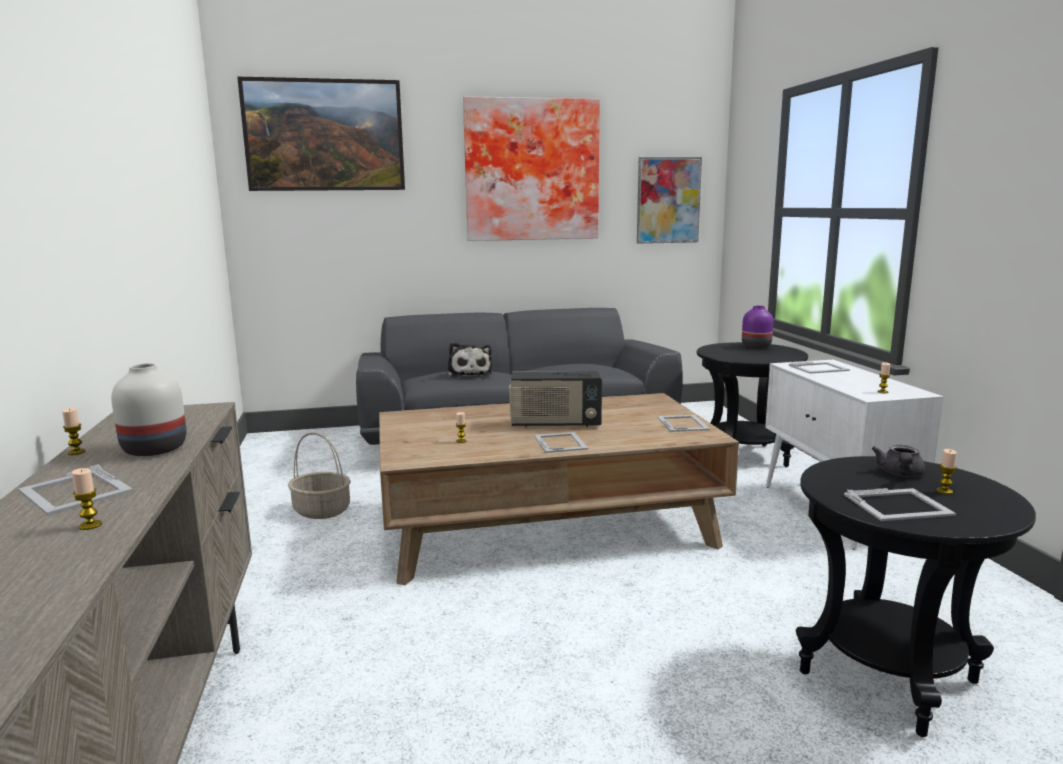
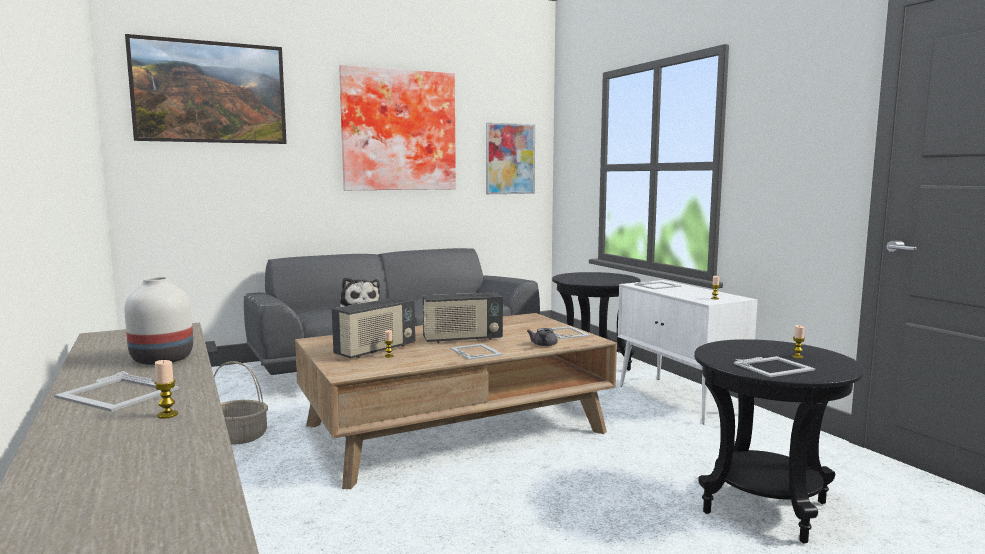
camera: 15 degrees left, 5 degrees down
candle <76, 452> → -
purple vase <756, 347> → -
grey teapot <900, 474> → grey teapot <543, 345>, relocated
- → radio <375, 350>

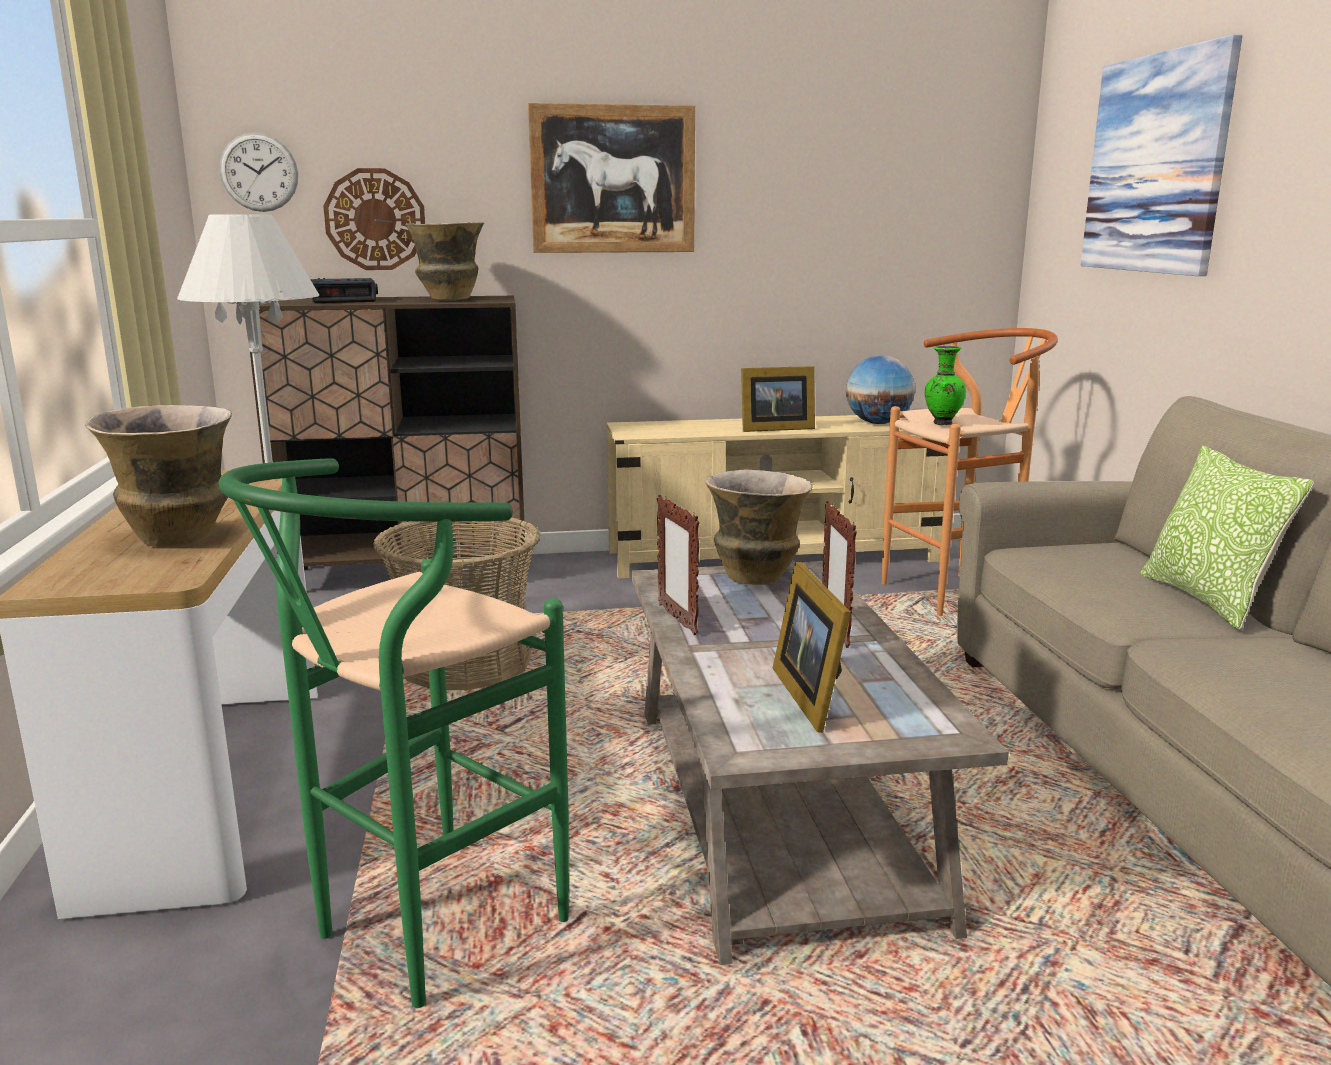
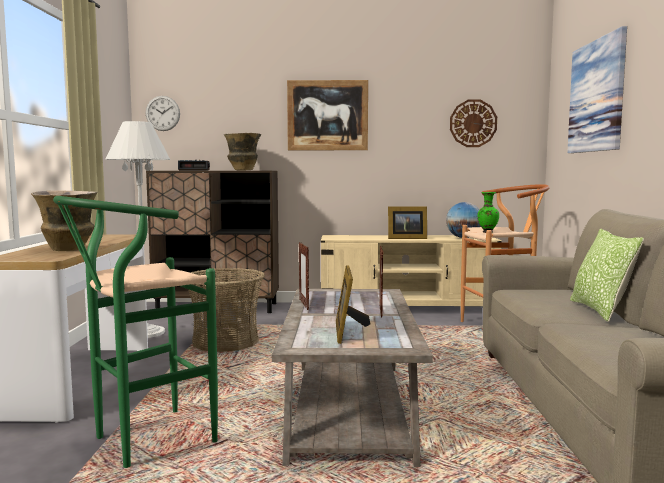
camera: 10 degrees right, 10 degrees down
wall clock <375, 219> → wall clock <473, 123>, relocated
vase <756, 577> → -

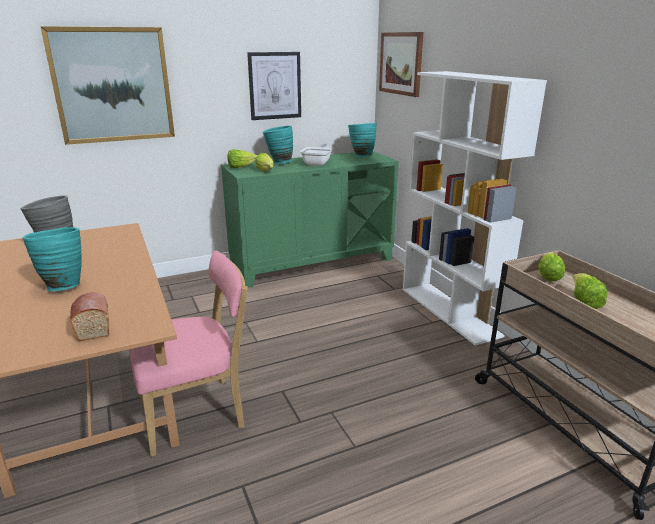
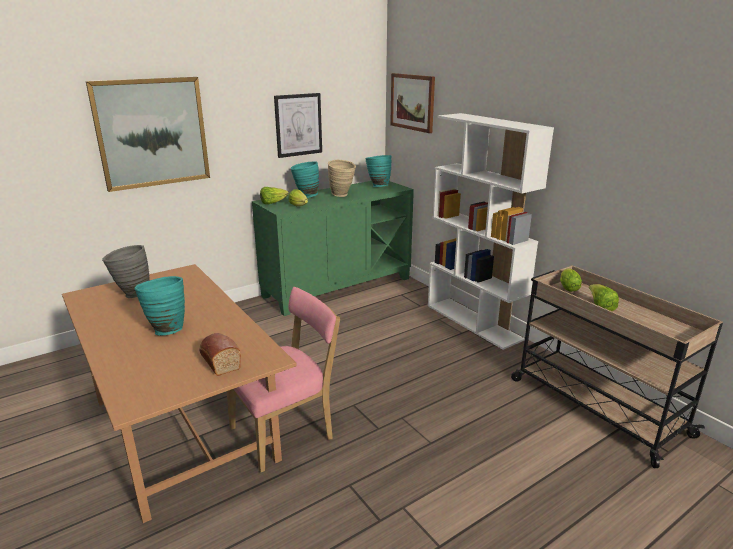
camera: 10 degrees left, 0 degrees up
frying pan <317, 163> → beige vase <342, 195>

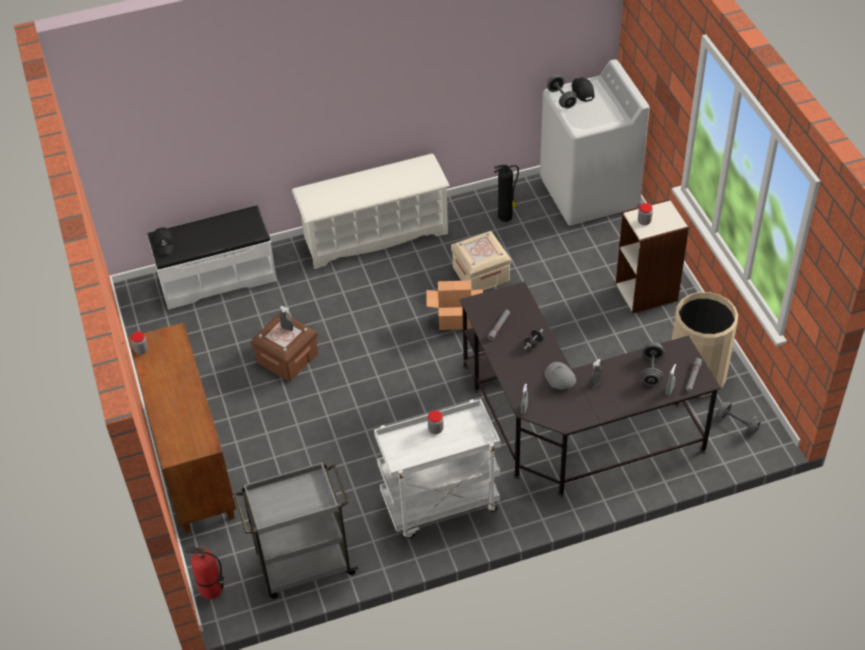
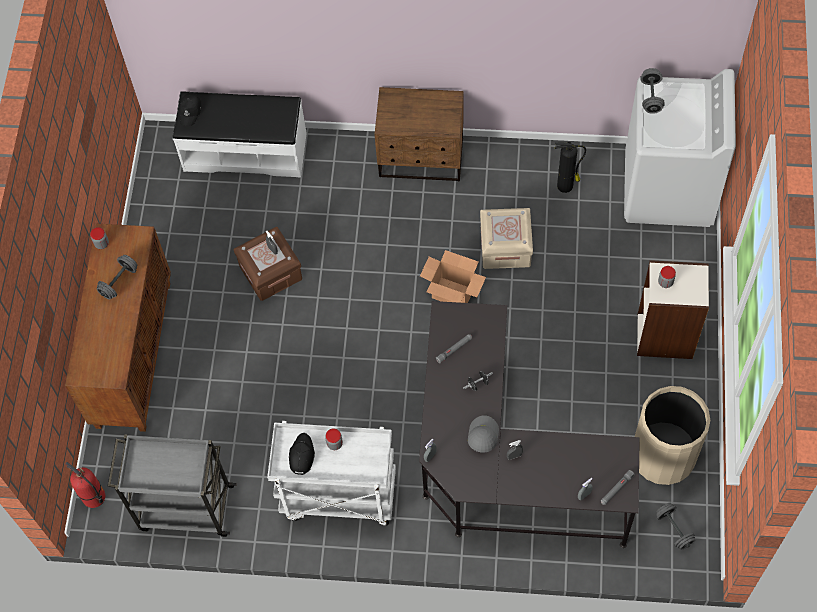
camera: 25 degrees right, 15 degrees up
white shoe rack <375, 235> → brown nightstand <421, 158>
black cap <582, 92> → black cap <301, 455>, relocated
grey dumbbell <651, 370> → grey dumbbell <119, 282>, relocated

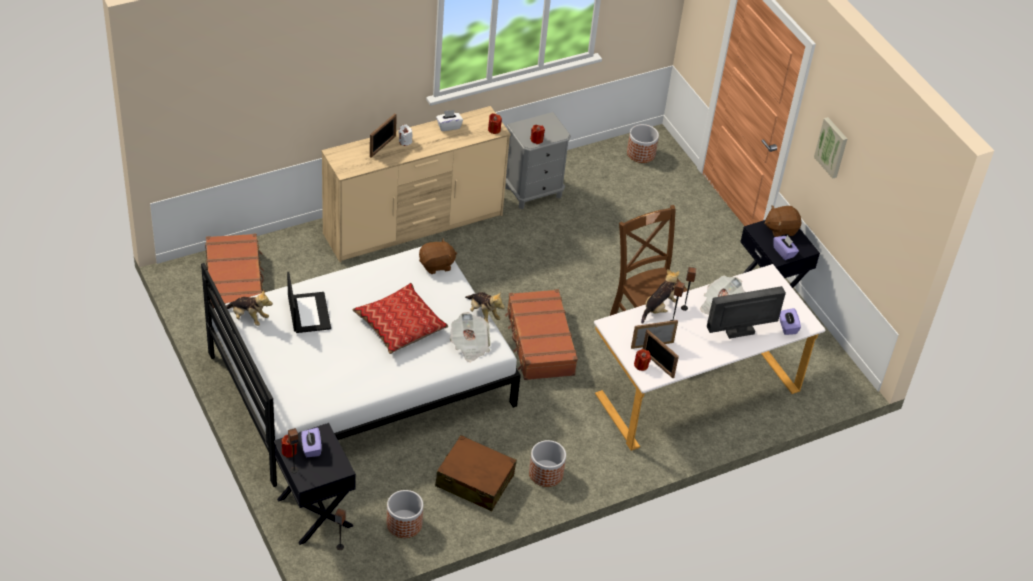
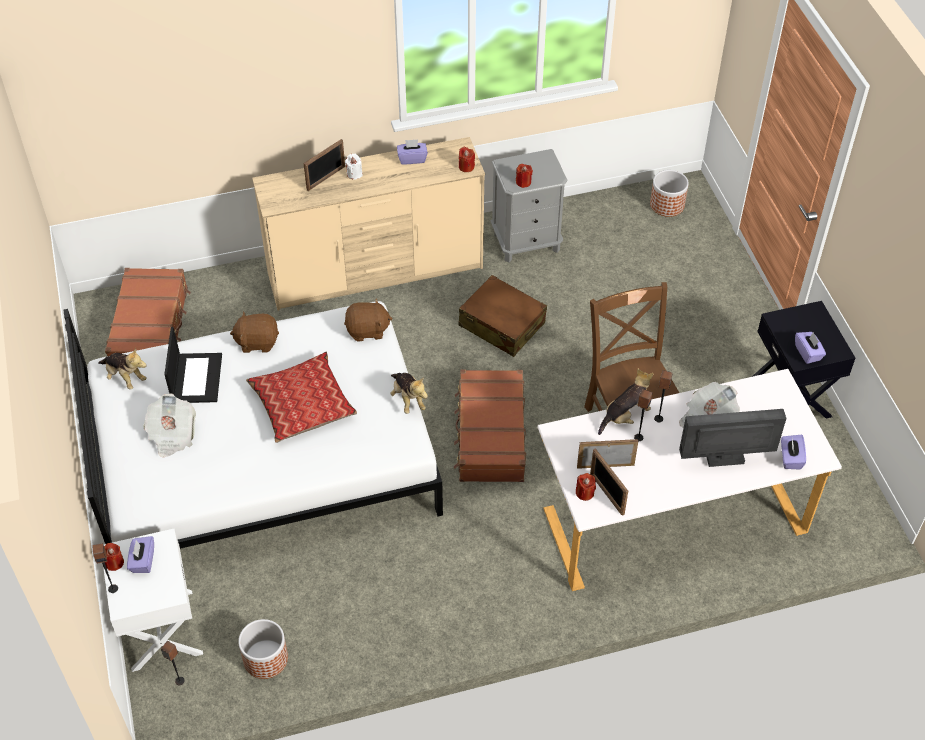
camera: 15 degrees right, 5 degrees up
black nightstand <314, 513> → white nightstand <161, 630>
brown suitcase <474, 481> → brown suitcase <501, 325>, relocated
white tissue box <448, 126> → purple tissue box <412, 159>
newspaper <470, 345> → newspaper <172, 435>, relocated
planter <545, 473> → -
brown plush toy <781, 229> → brown plush toy <257, 342>, relocated
picture <832, 147> → -

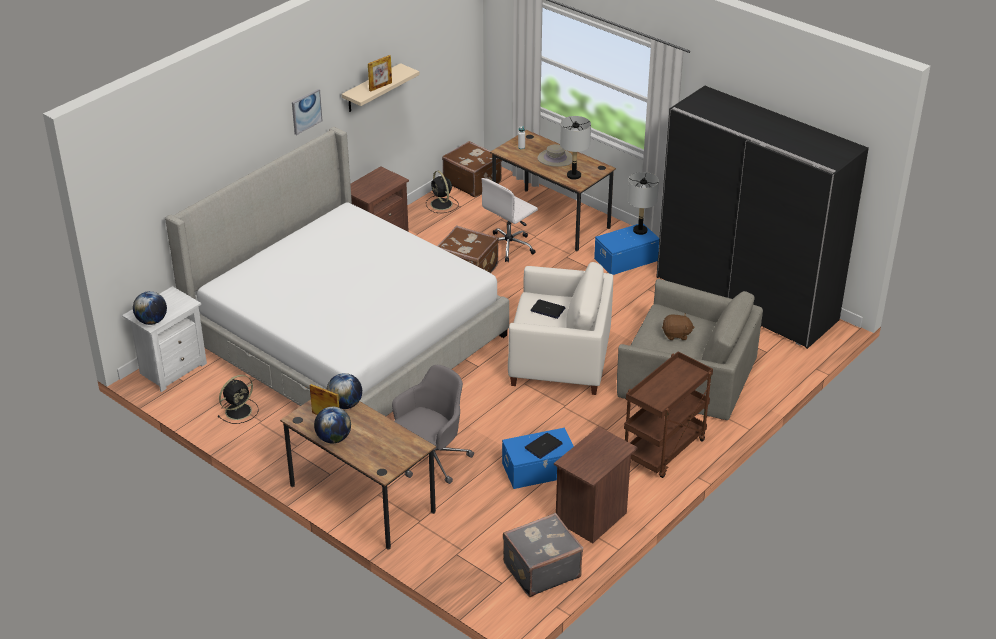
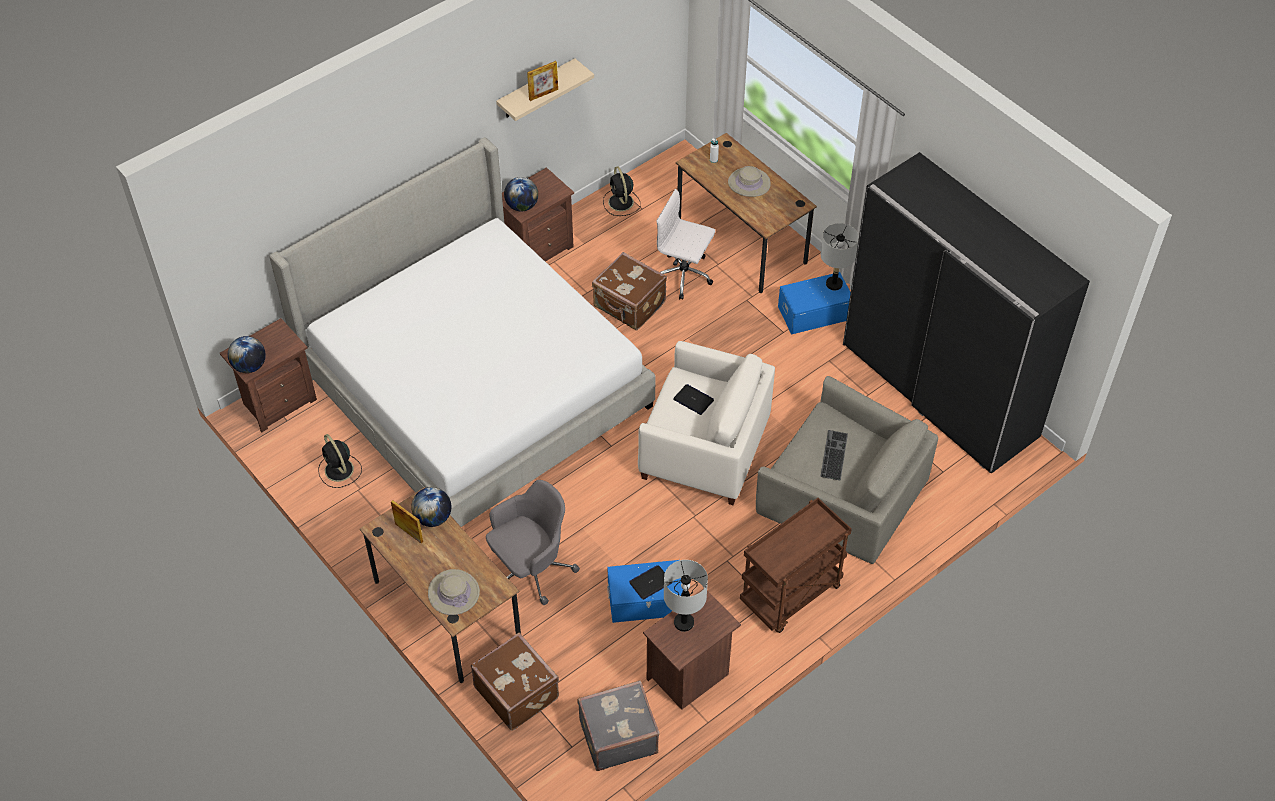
camera: 10 degrees right, 15 degrees up
white nightstand <171, 369> → brown nightstand <278, 402>
black fan <239, 410> → black fan <339, 470>, 90 degrees clockwise
picture <306, 111> → -
globe <333, 438> → globe <522, 206>, relocated
brown suitcase <472, 182> → brown suitcase <517, 691>, relocated
white office chair <509, 246> → white office chair <684, 276>, 60 degrees clockwise
grey table lamp <573, 175> → grey table lamp <683, 622>, relocated
brown plush toy <676, 335> → keyboard <833, 454>
- → beige hat <454, 593>

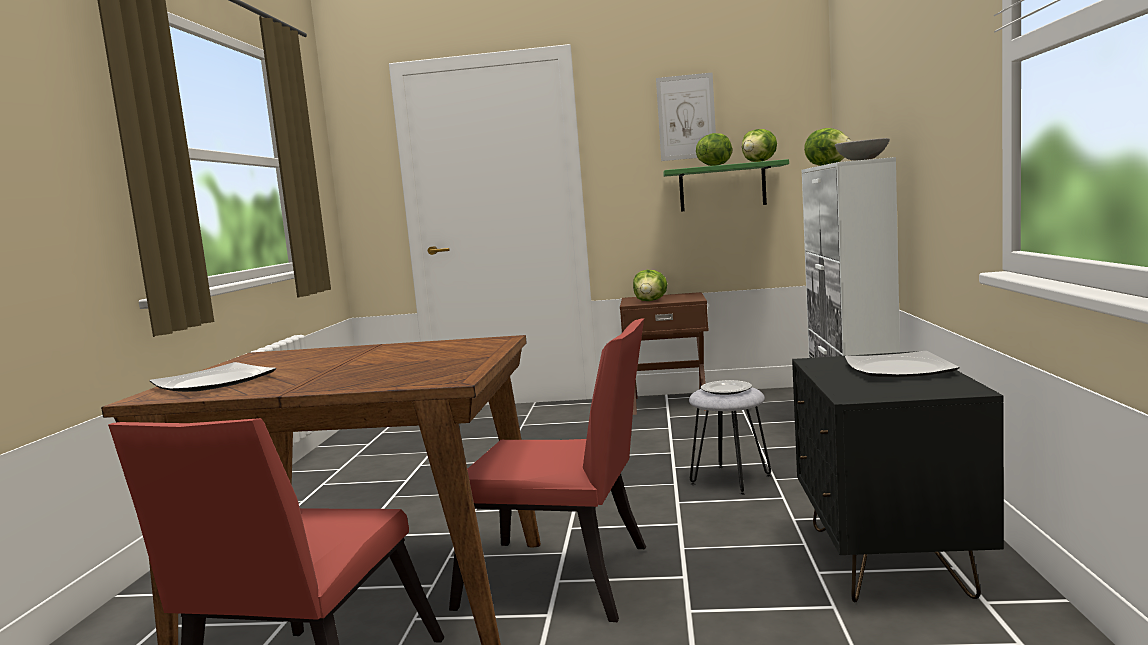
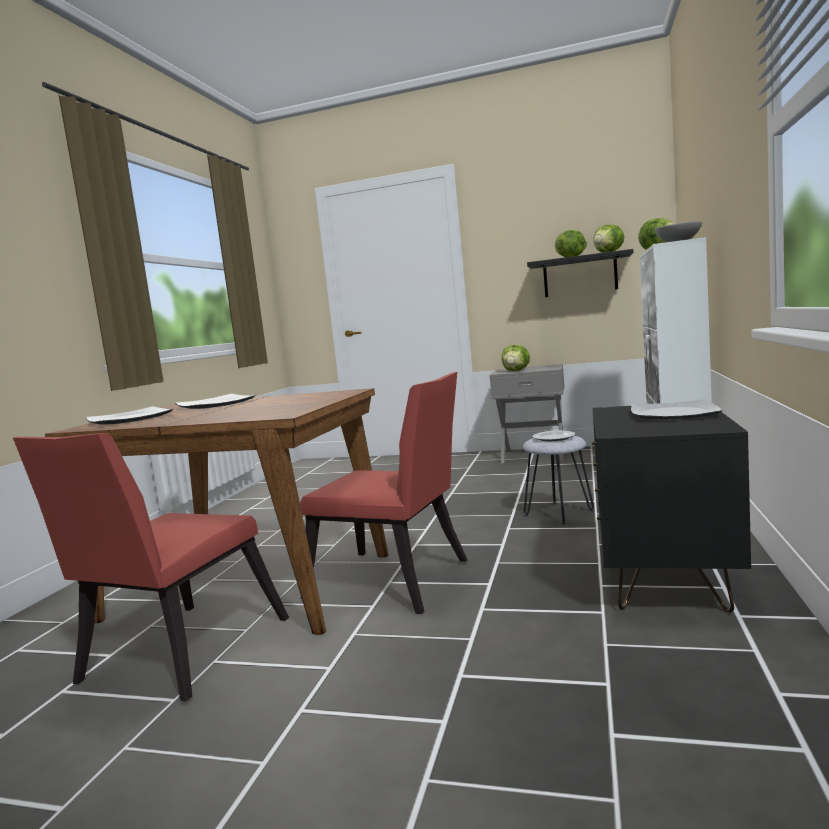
camera: 10 degrees right, 0 degrees up
brown nightstand <669, 403> → grey nightstand <533, 455>
picture <686, 117> → -
green shelf <722, 187> → black shelf <580, 276>
- → plate <215, 405>

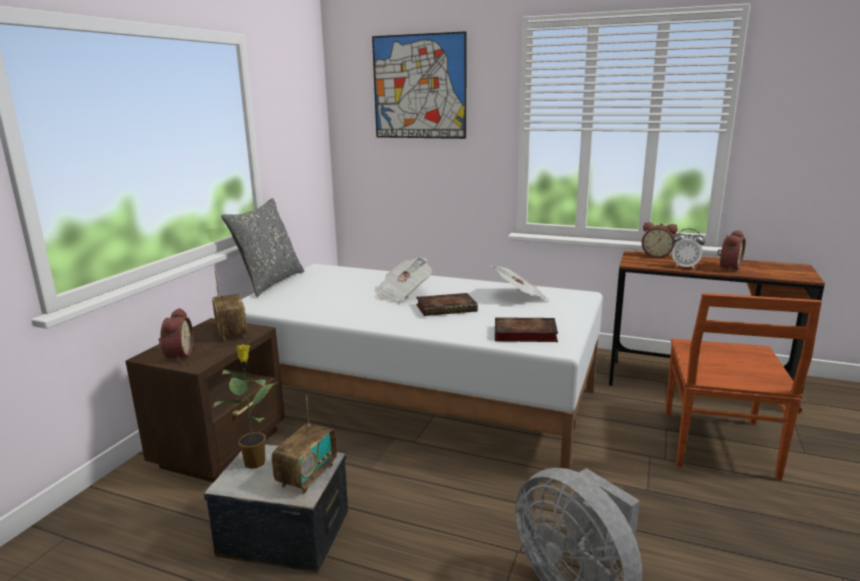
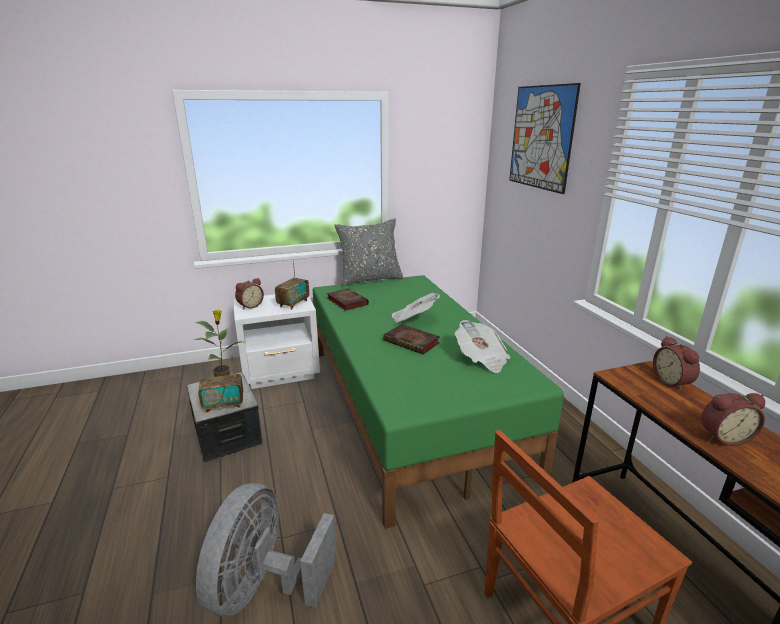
camera: 50 degrees right, 5 degrees up
brown nightstand <223, 448> → white nightstand <282, 373>
white bed <416, 399> → green bed <409, 405>
book <523, 334> → book <346, 301>, relocated
alarm clock <685, 267> → -

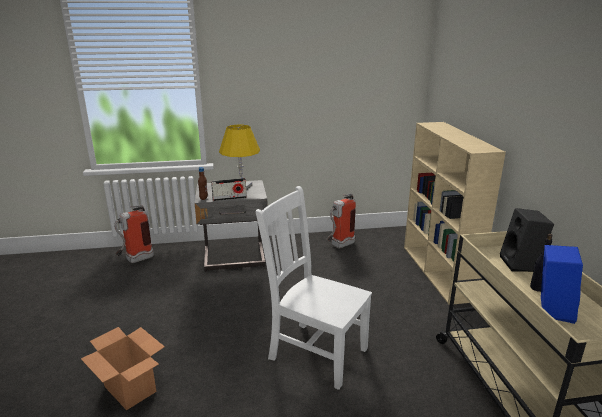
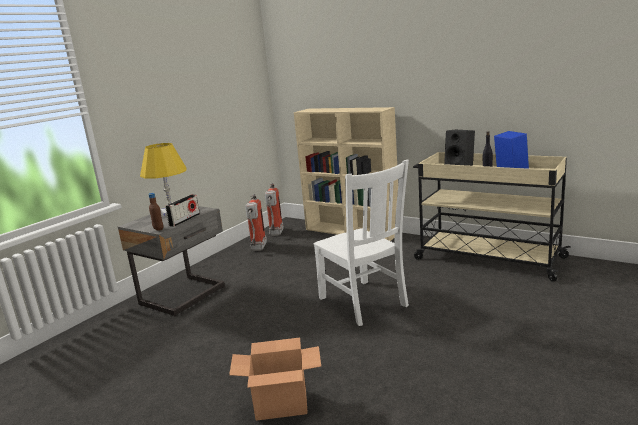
camera: 45 degrees left, 5 degrees down
fire extinguisher <135, 260> → fire extinguisher <276, 234>, relocated
white chair <315, 352> → white chair <364, 303>, 105 degrees counterclockwise

